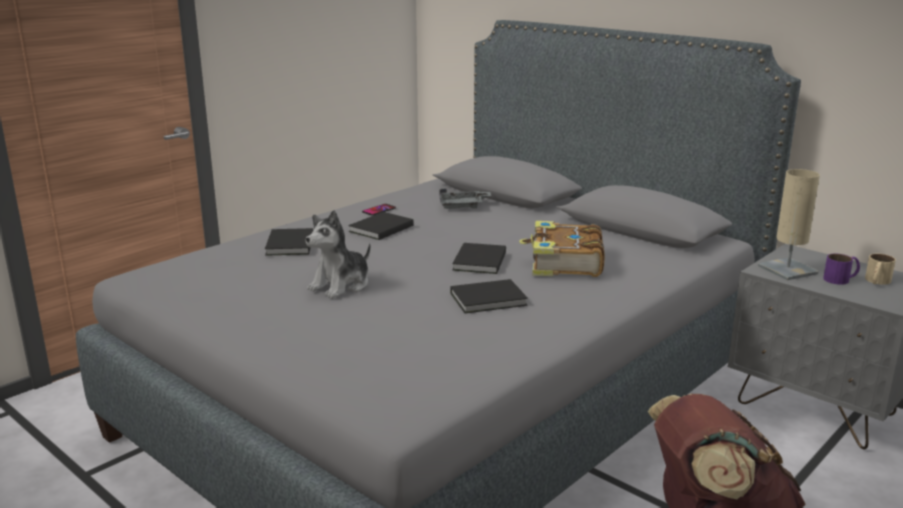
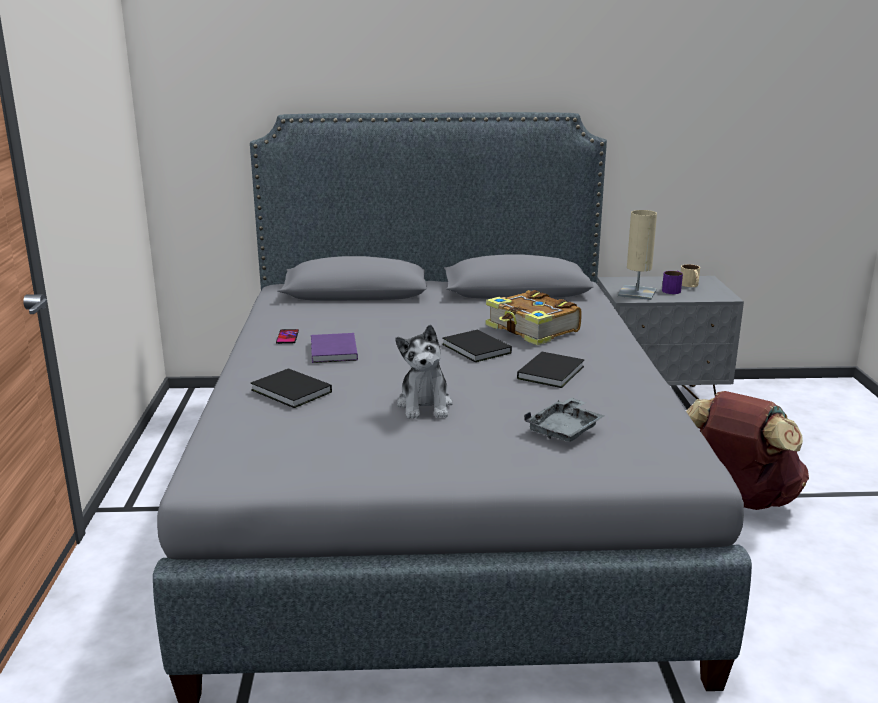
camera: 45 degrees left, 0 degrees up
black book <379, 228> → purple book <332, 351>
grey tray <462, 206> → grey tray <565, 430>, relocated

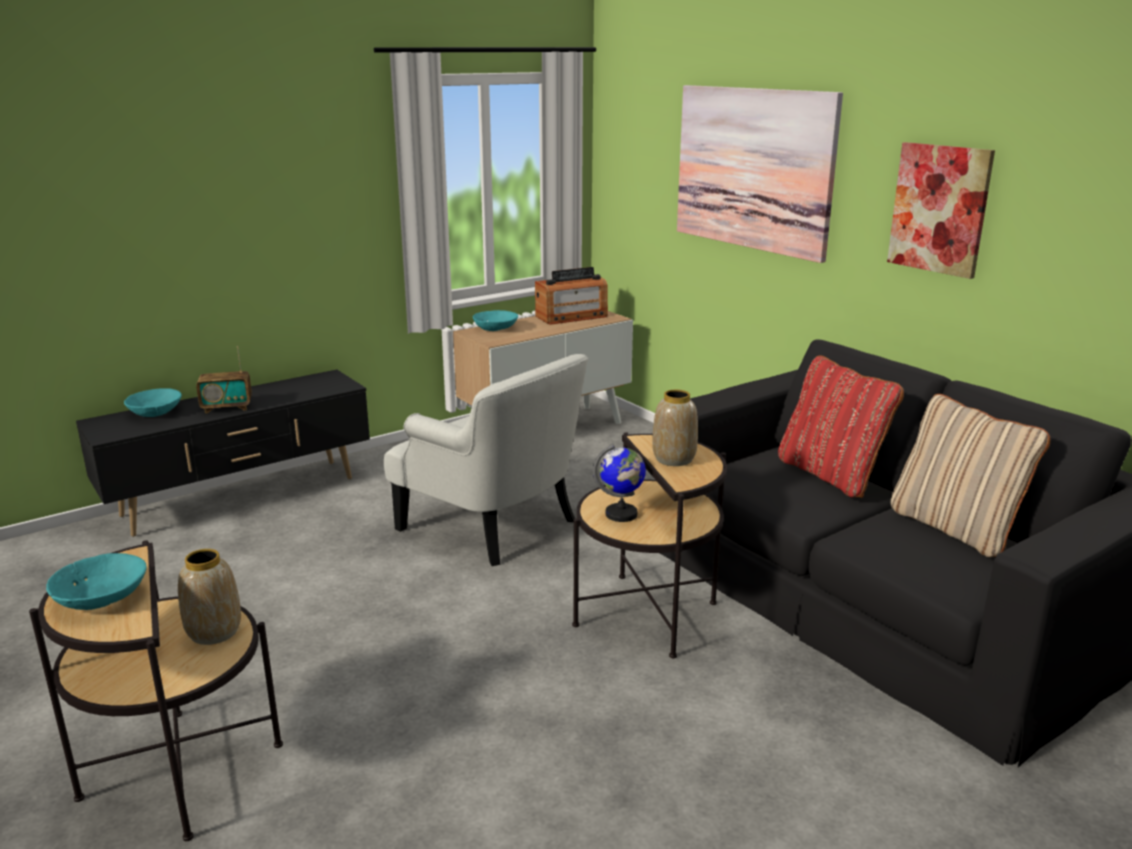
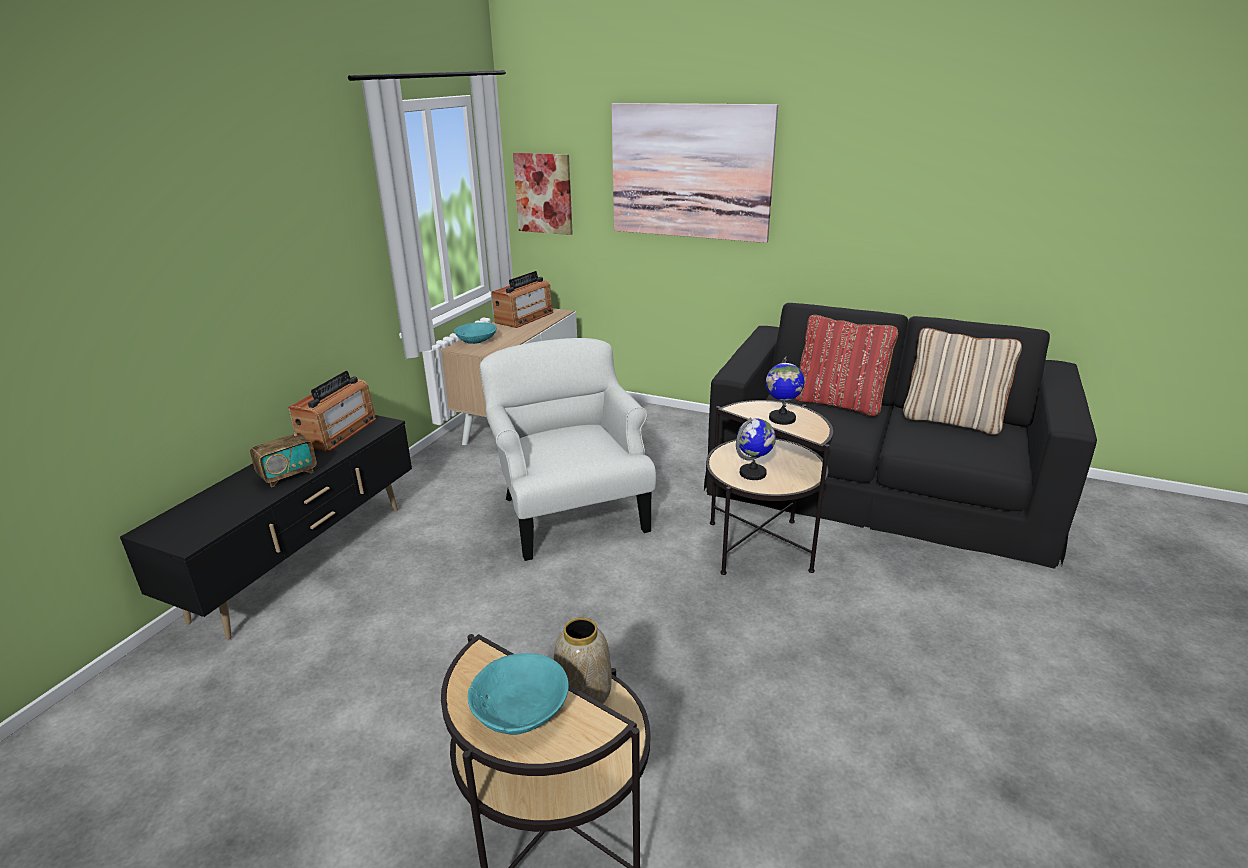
camera: 30 degrees left, 5 degrees up
turquoise bowl <155, 412> → -
white armchair <493, 524> → white armchair <570, 512>, 120 degrees counterclockwise
vase <674, 459> → globe <781, 419>
picture <939, 209> → picture <544, 193>, relocated
- → radio <338, 432>

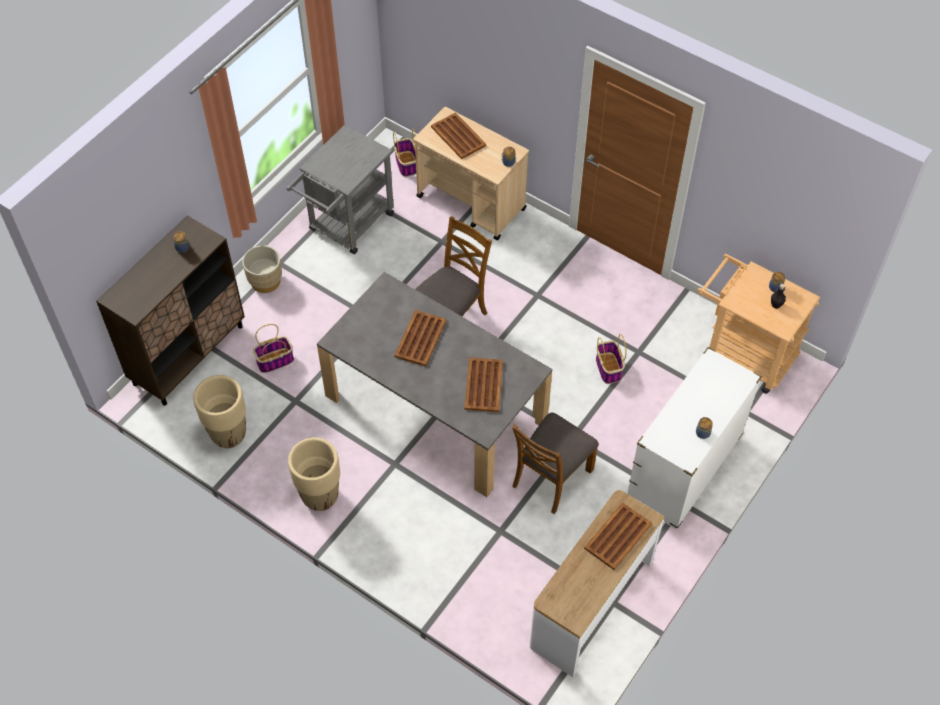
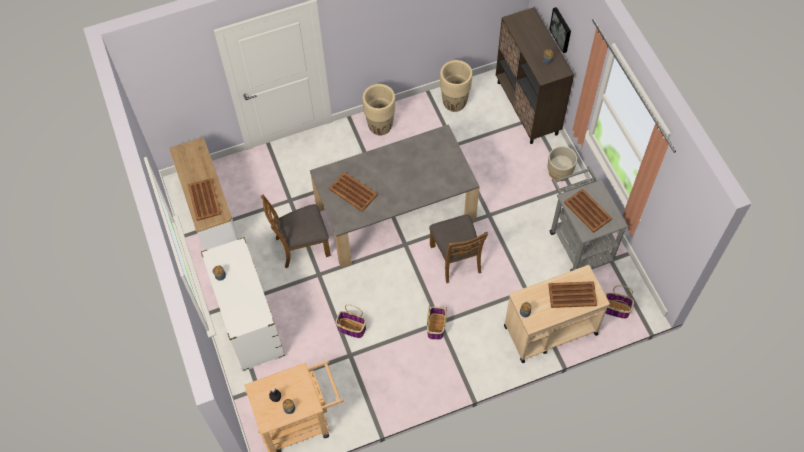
camera: 125 degrees right, 5 degrees up
basket <275, 360> → basket <436, 327>, relocated
brown tray <420, 339> → brown tray <587, 210>, relocated
brown chair <551, 477> → brown chair <302, 246>, 90 degrees counterclockwise
- → picture <561, 29>

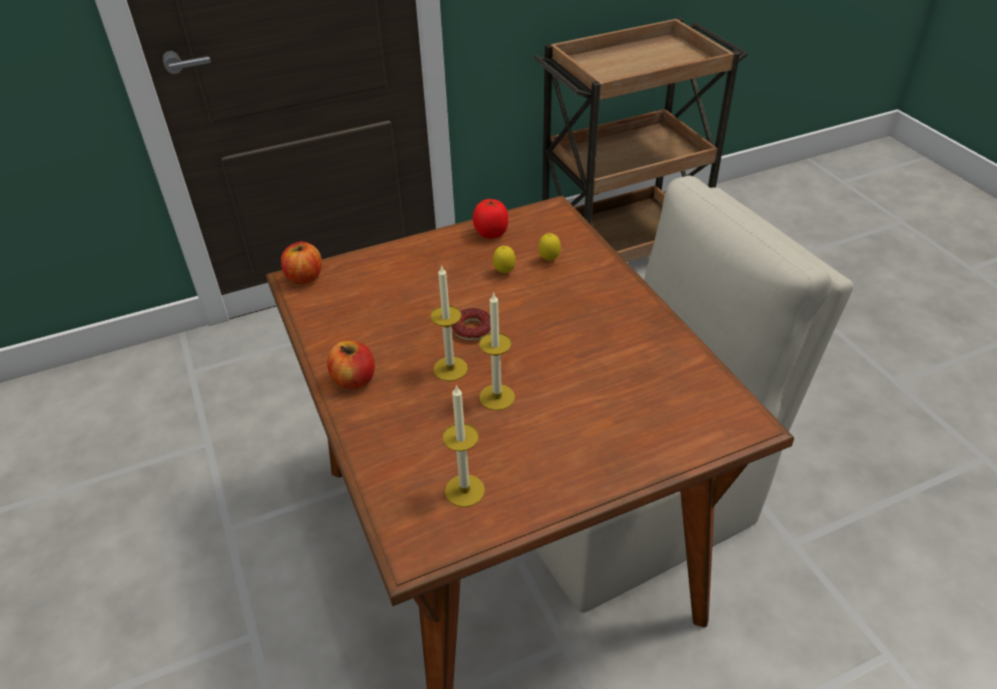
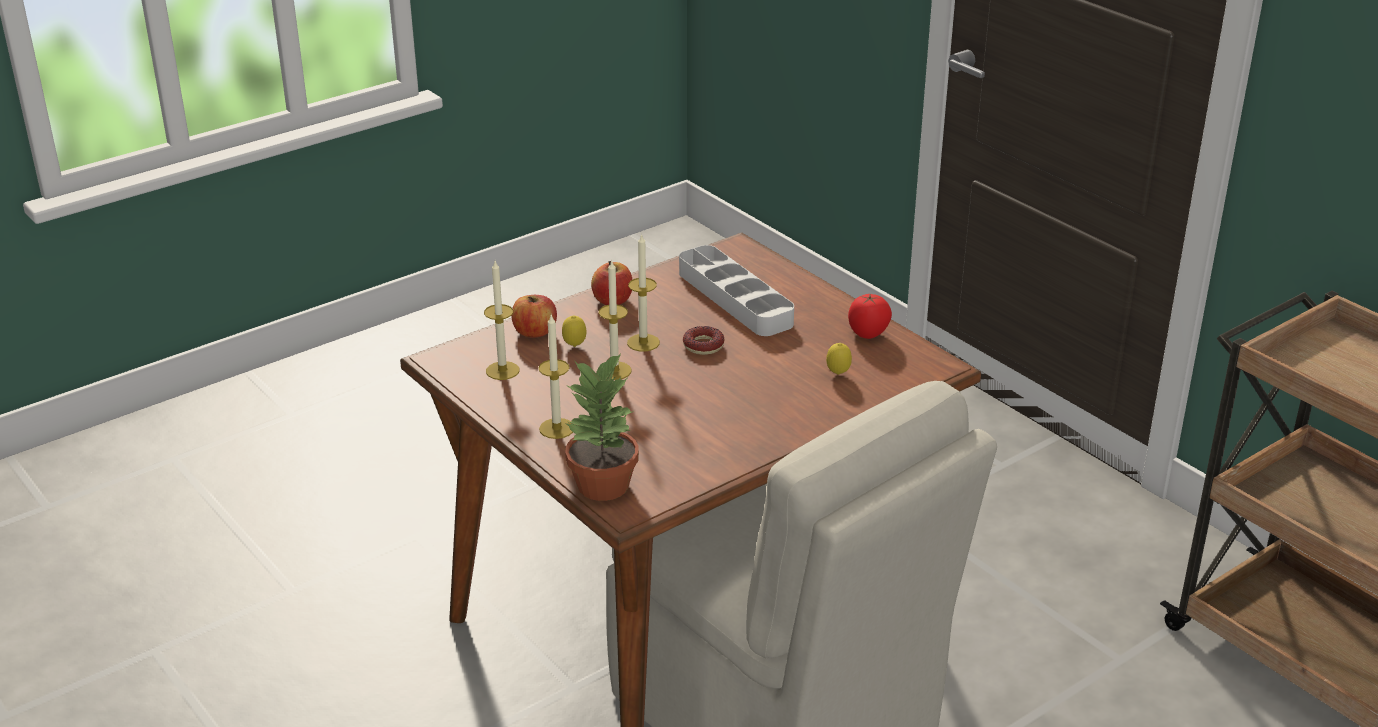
camera: 75 degrees right, 10 degrees down
apple <304, 277> → apple <535, 332>, relocated
lemon <504, 272> → lemon <574, 346>, relocated
- → candle <557, 428>
- → potted plant <604, 486>
- → grey tray <734, 298>

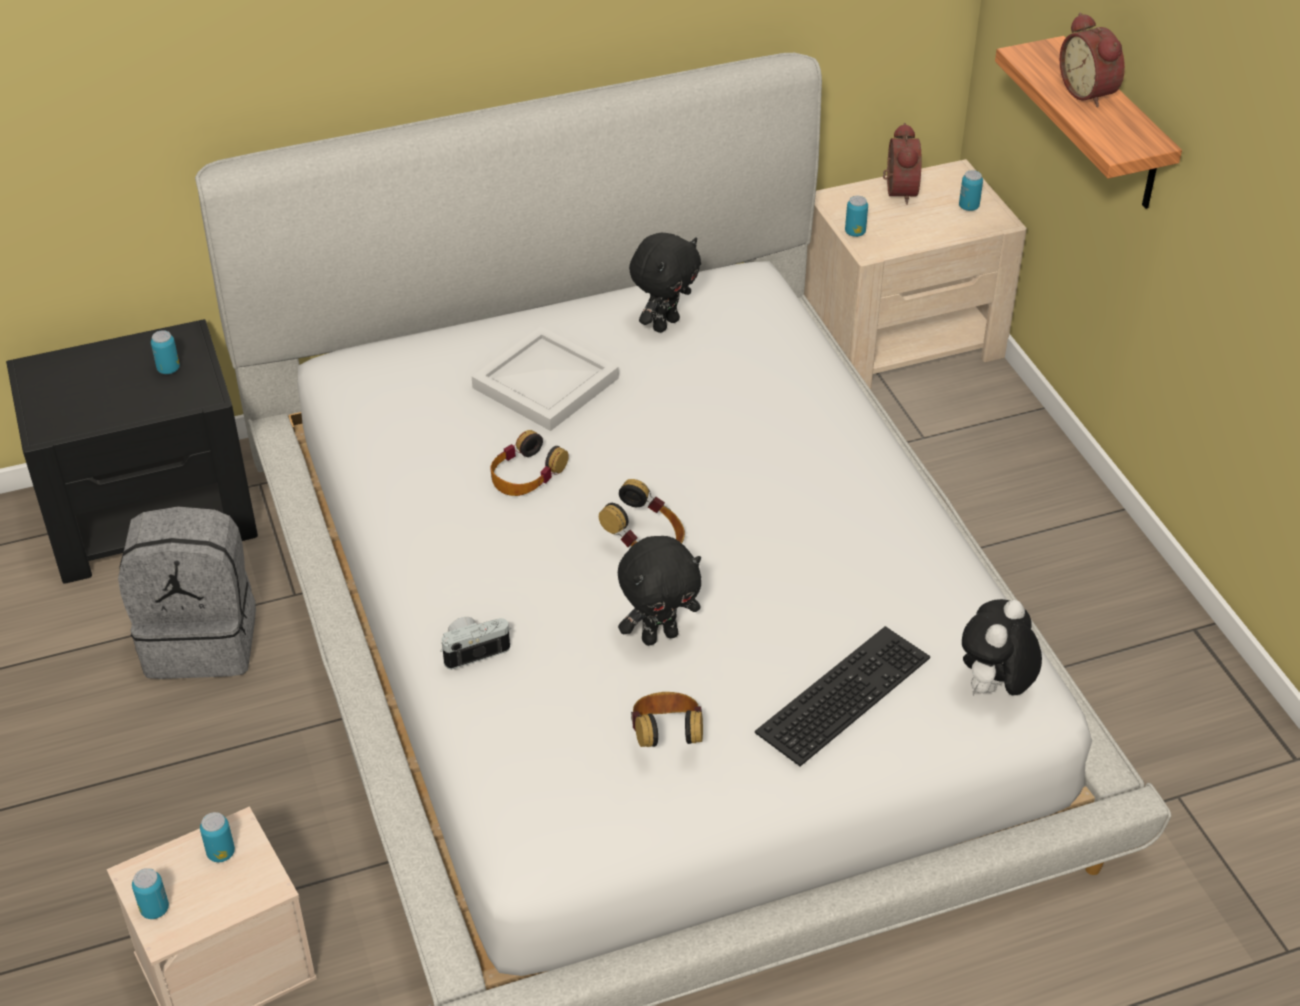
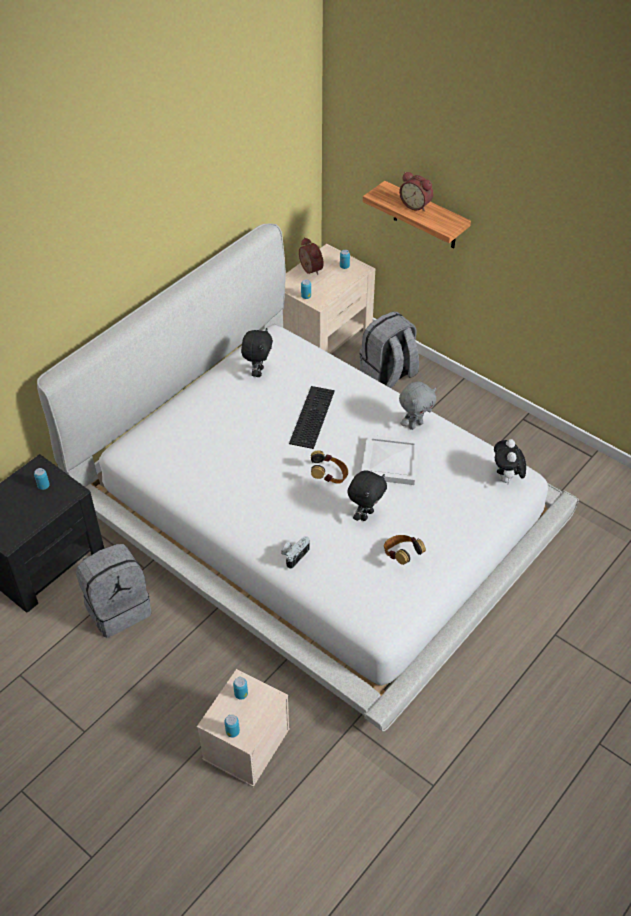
camera: 30 degrees left, 5 degrees up
white tray <545, 384> → white tray <391, 462>, relocated
headphones <526, 474> → -
keyboard <842, 691> → keyboard <311, 416>, relocated
- → grey backpack <388, 375>
- → grey plush toy <415, 424>

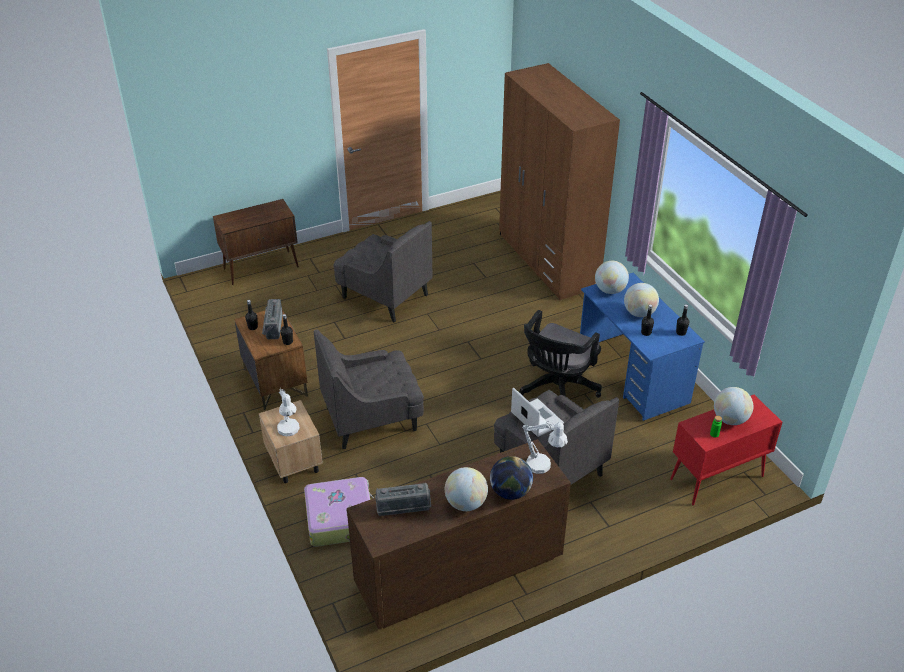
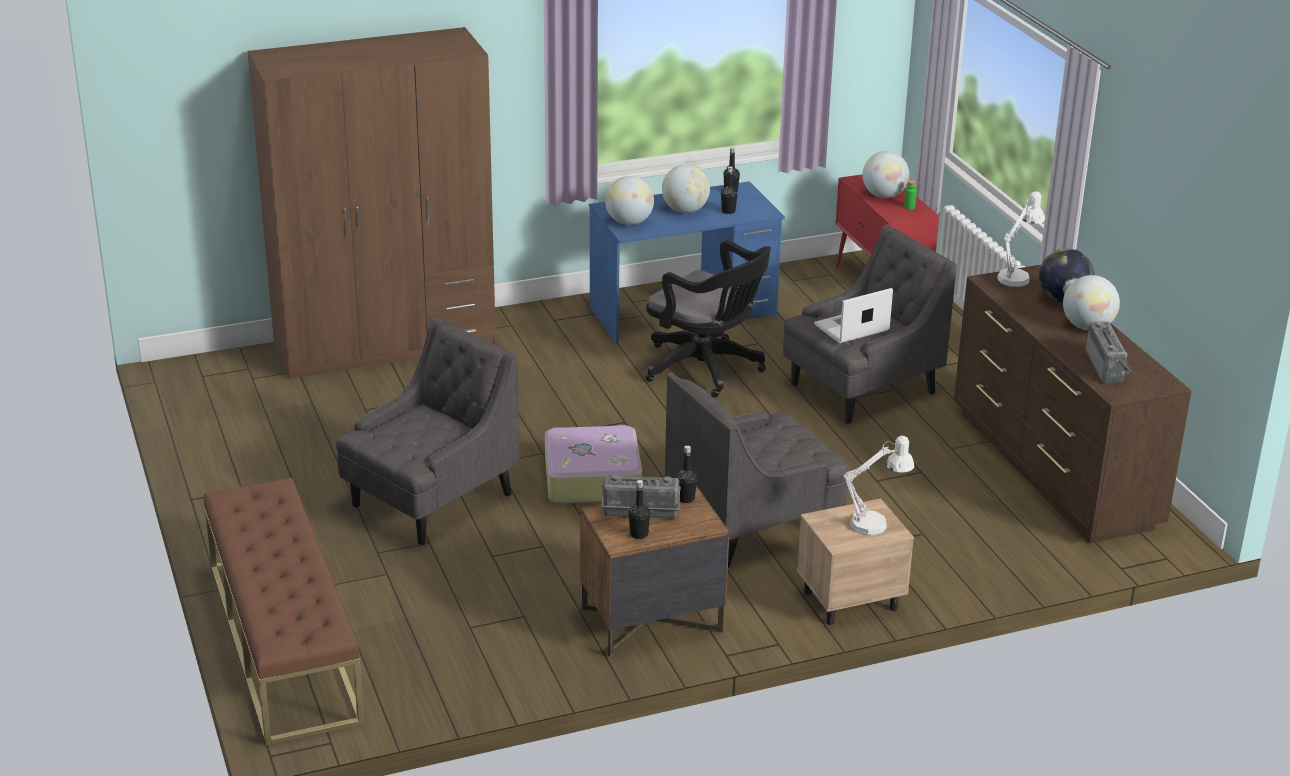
camera: 85 degrees left, 10 degrees down
brown cabinet <262, 268> → brown bench <283, 641>
suitcase <341, 518> → suitcase <591, 478>, relocated
grey armchair <372, 418> → grey armchair <753, 524>, 75 degrees clockwise

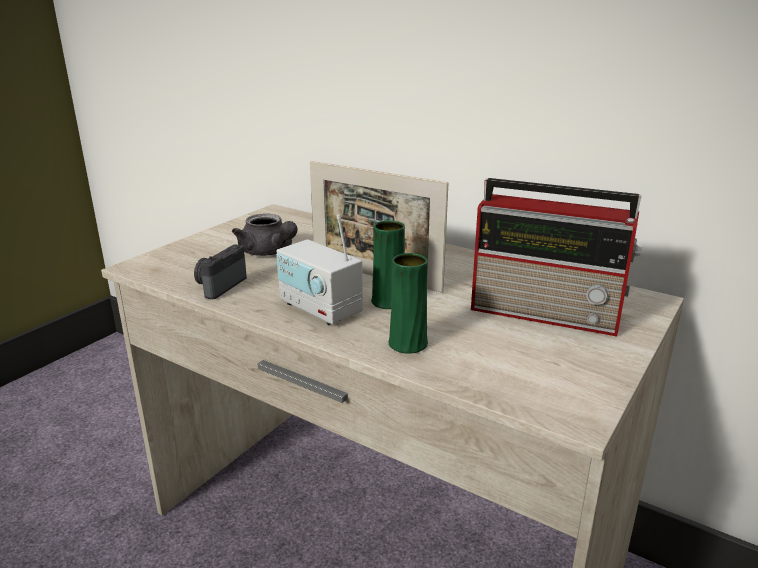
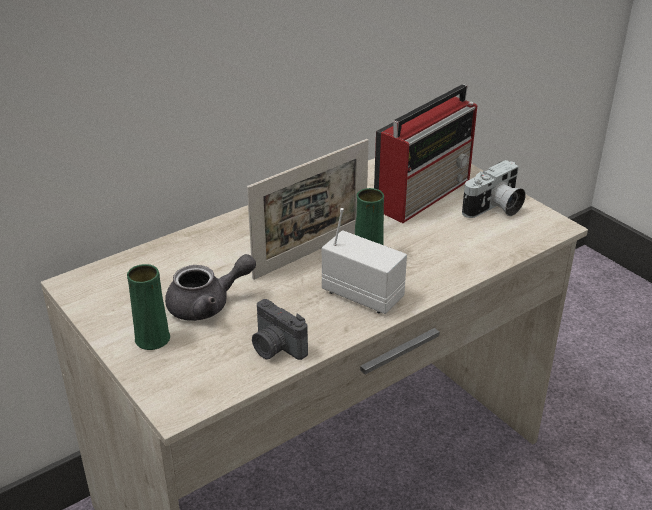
camera: 70 degrees left, 10 degrees up
radio <320, 309> → radio <363, 294>, 120 degrees counterclockwise
green vase <408, 344> → green vase <152, 339>, relocated
- → photo camera <494, 209>

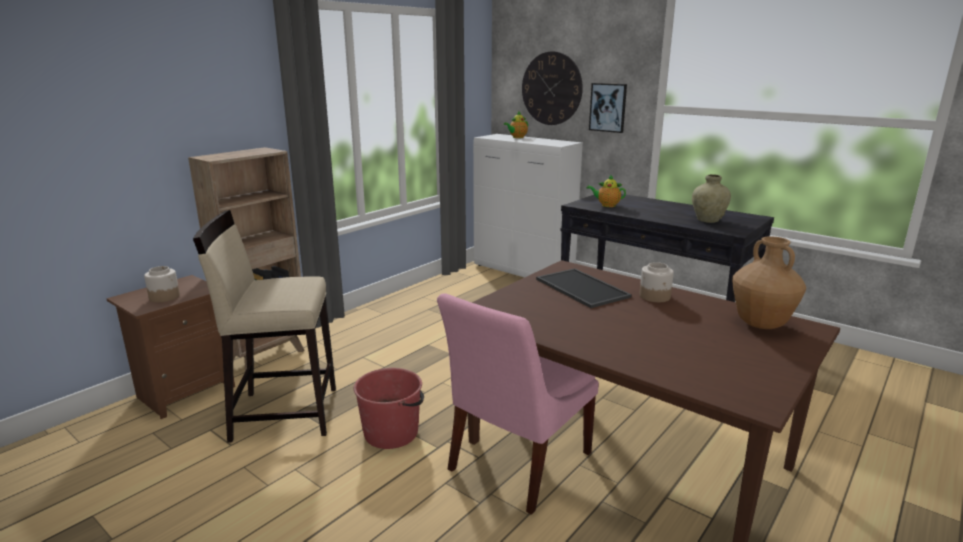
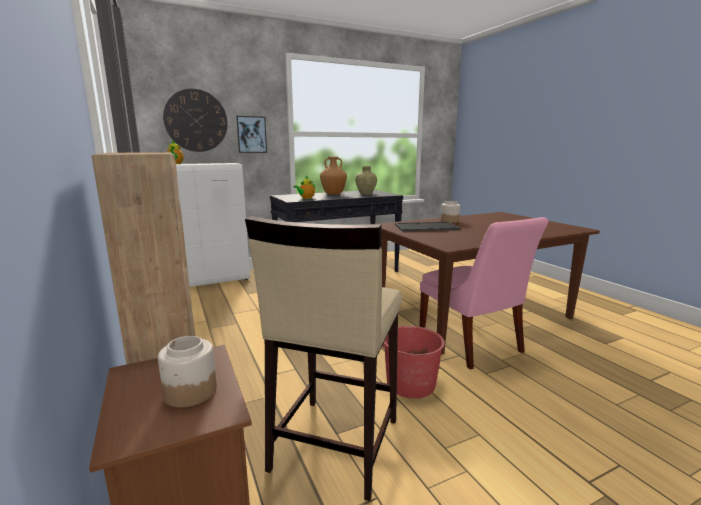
camera: 65 degrees left, 5 degrees down
brown vase <761, 325> → brown vase <333, 194>, relocated

